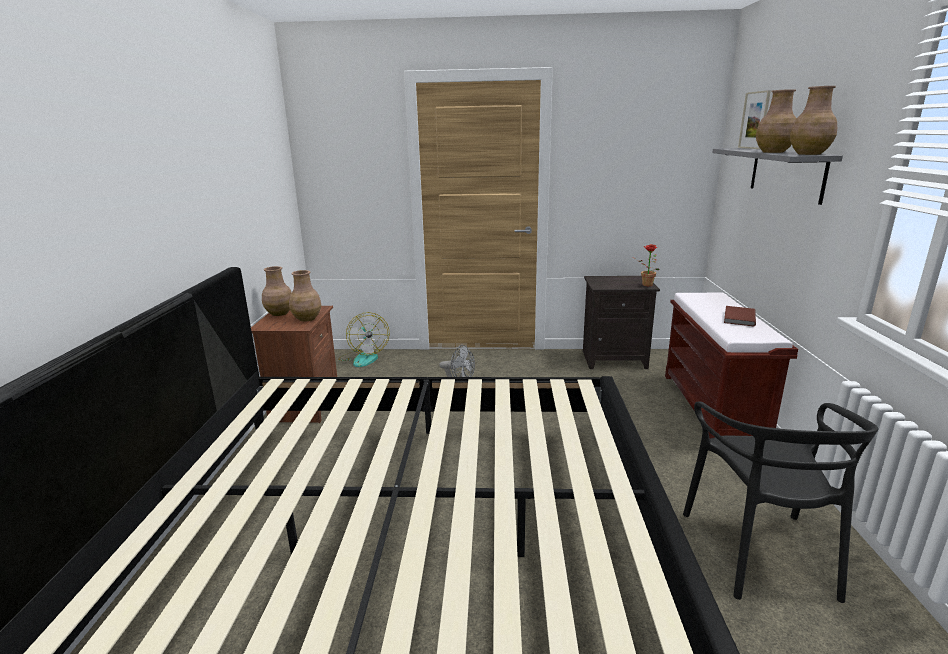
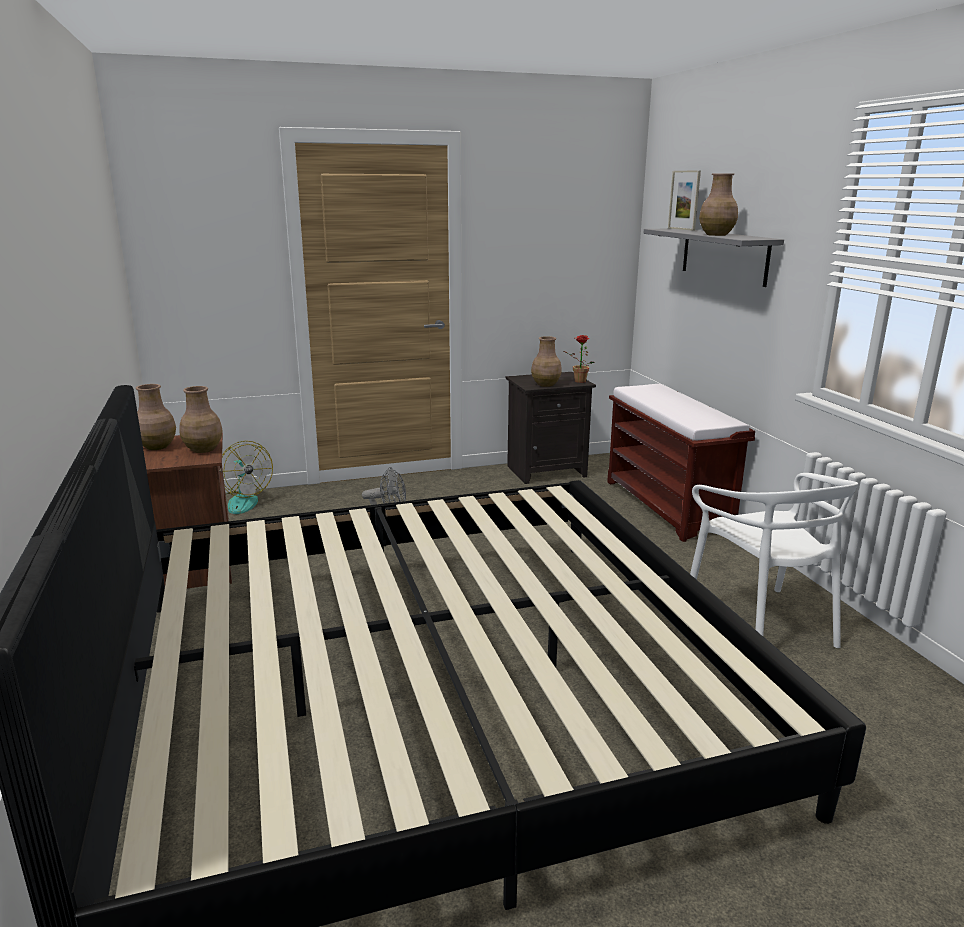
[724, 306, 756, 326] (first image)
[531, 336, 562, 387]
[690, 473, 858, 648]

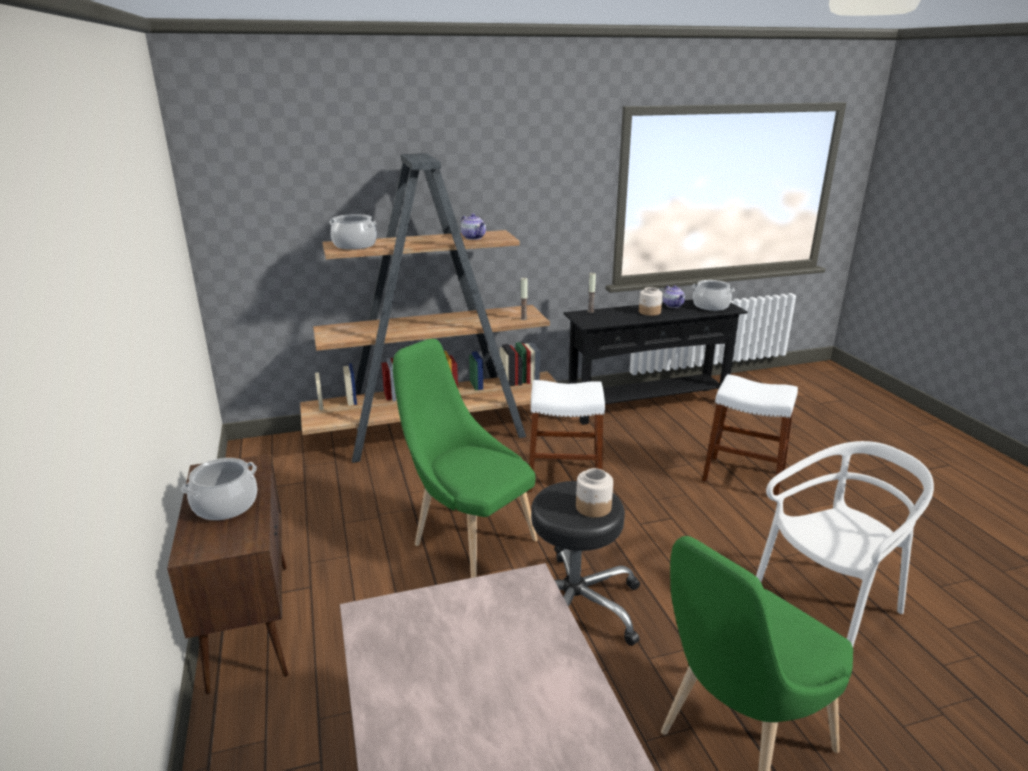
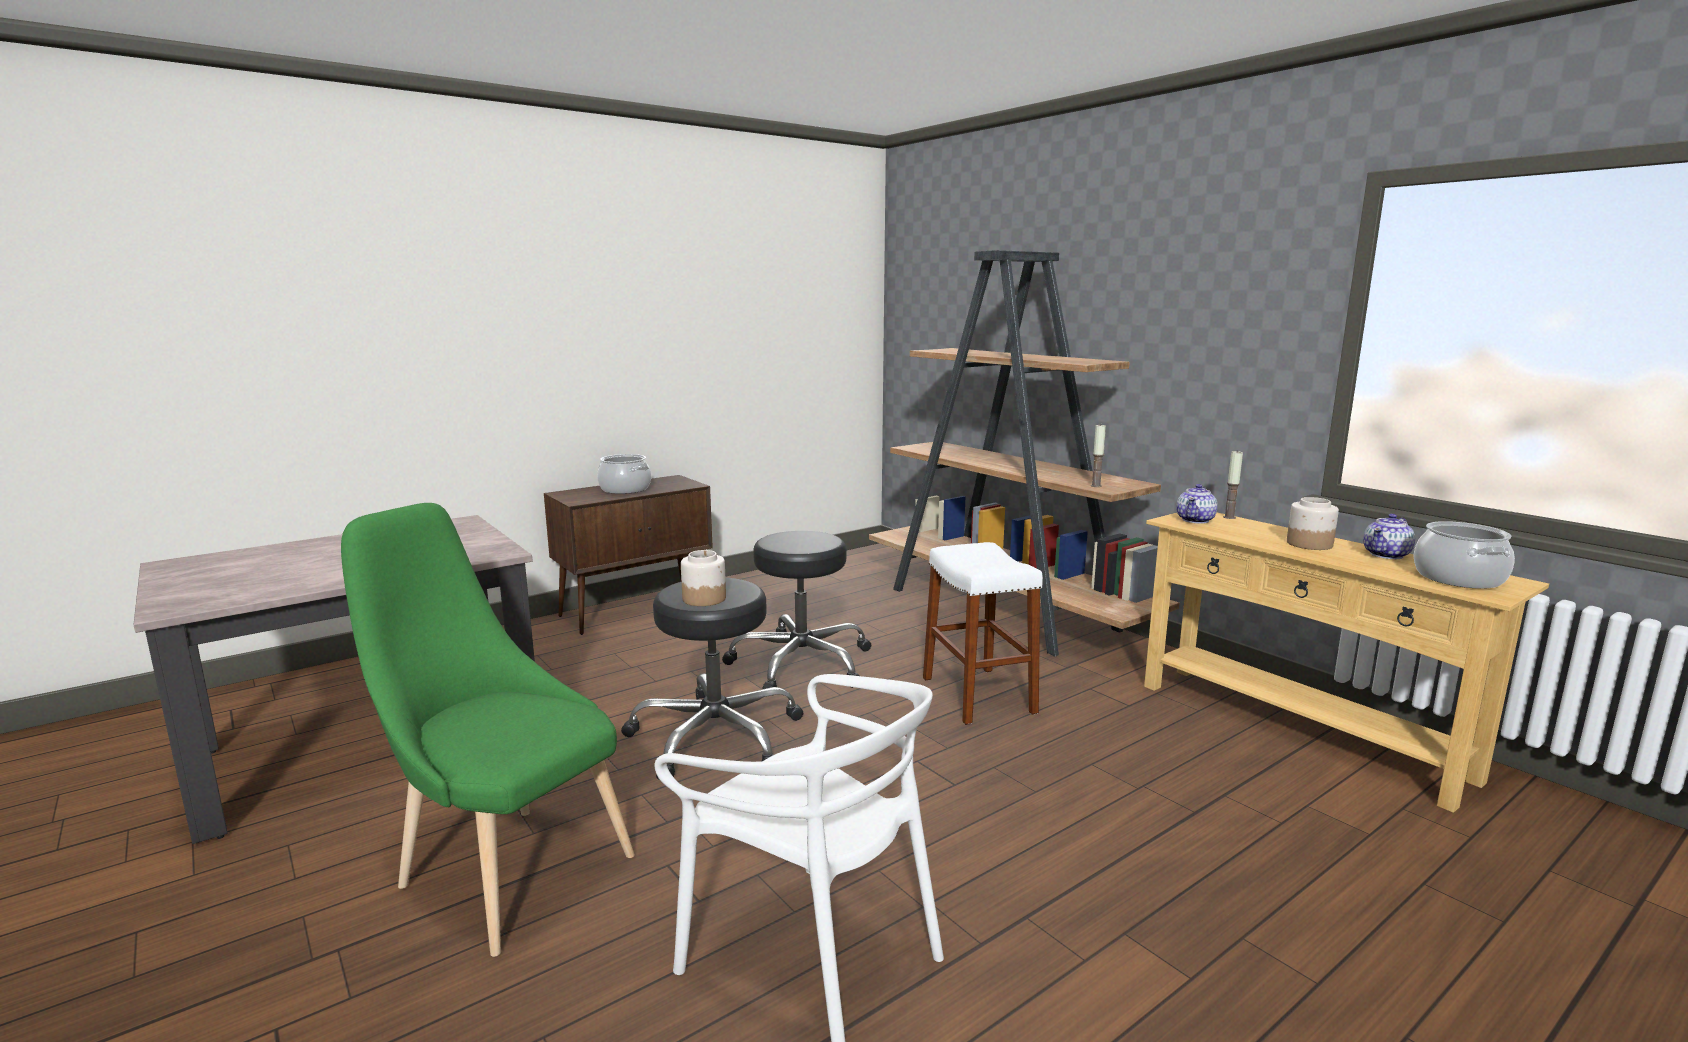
[329, 214, 377, 250] (first image)
[702, 374, 798, 495] (first image)
[1176, 484, 1218, 524]
[722, 531, 872, 696]
[1144, 512, 1549, 813]

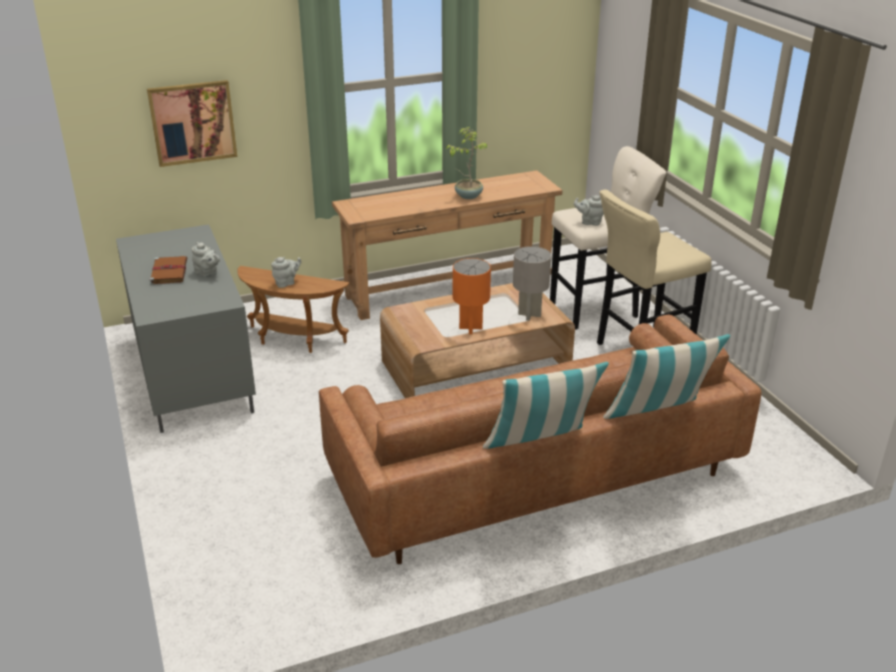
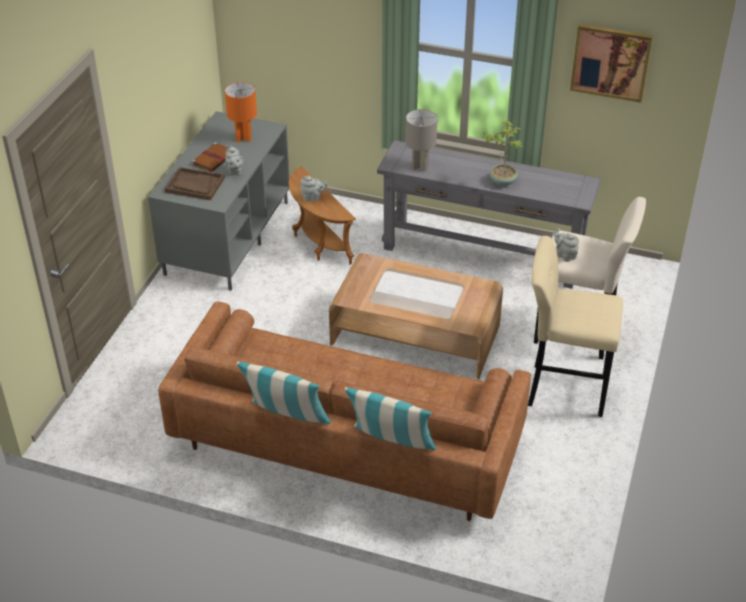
[165, 167, 225, 200]
[570, 24, 653, 103]
[225, 82, 257, 142]
[405, 109, 438, 171]
[377, 140, 601, 289]

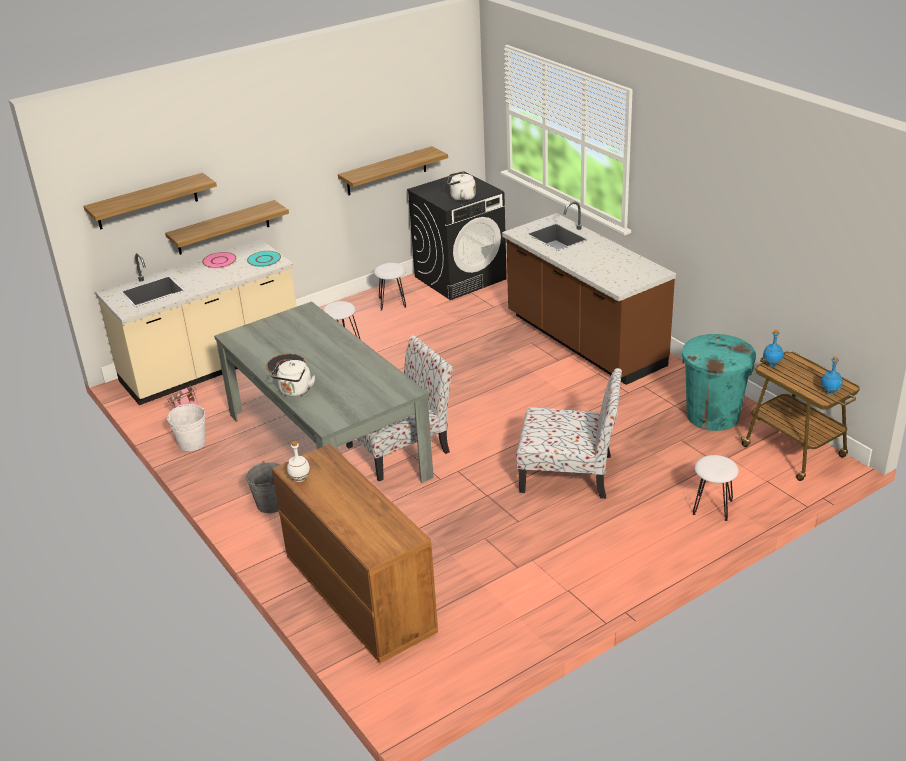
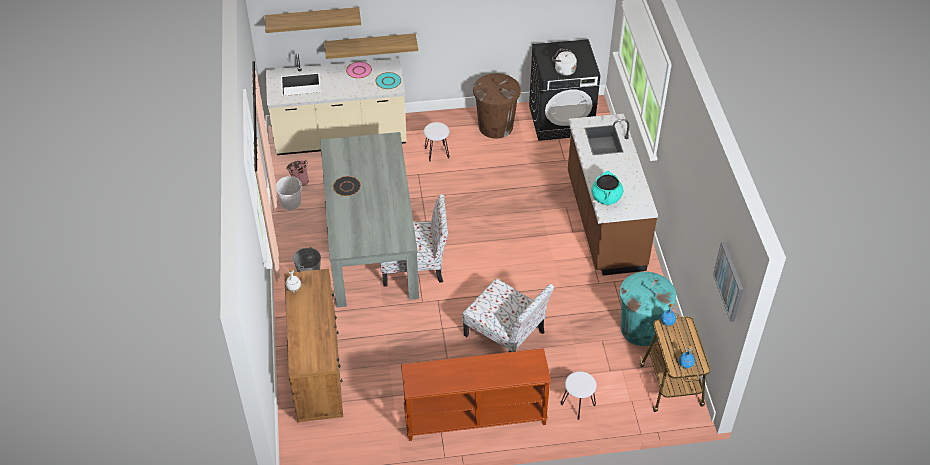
[271, 360, 315, 397] (first image)
[338, 146, 448, 195] (first image)
[401, 348, 551, 441]
[591, 171, 623, 205]
[713, 242, 743, 322]
[473, 74, 521, 139]

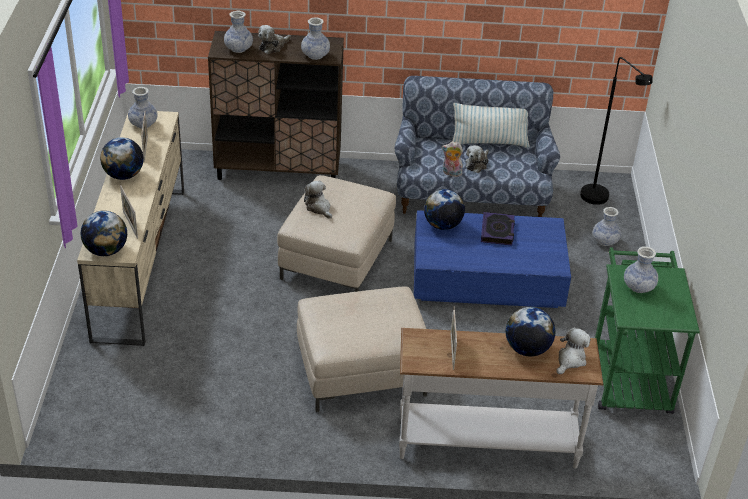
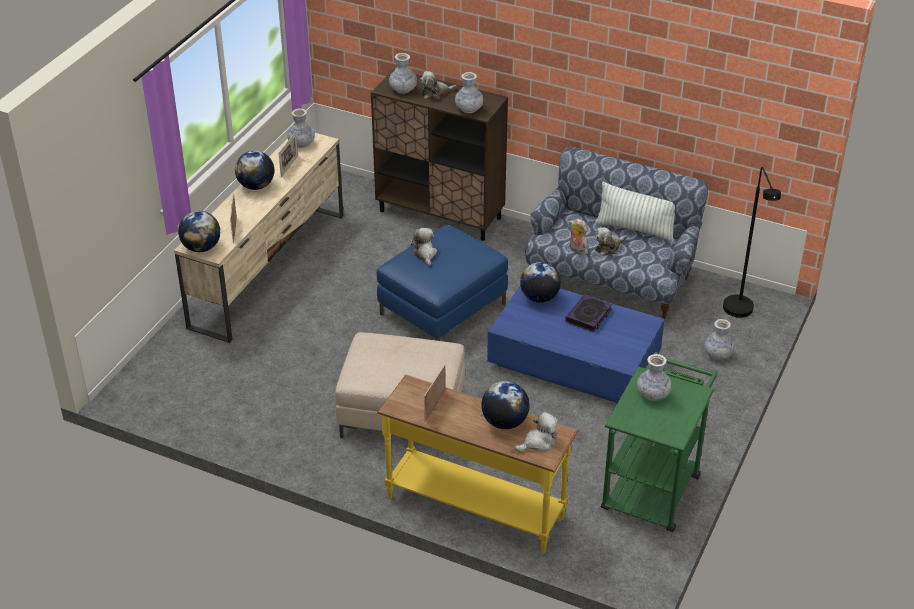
[377, 225, 508, 341]
[377, 375, 579, 553]

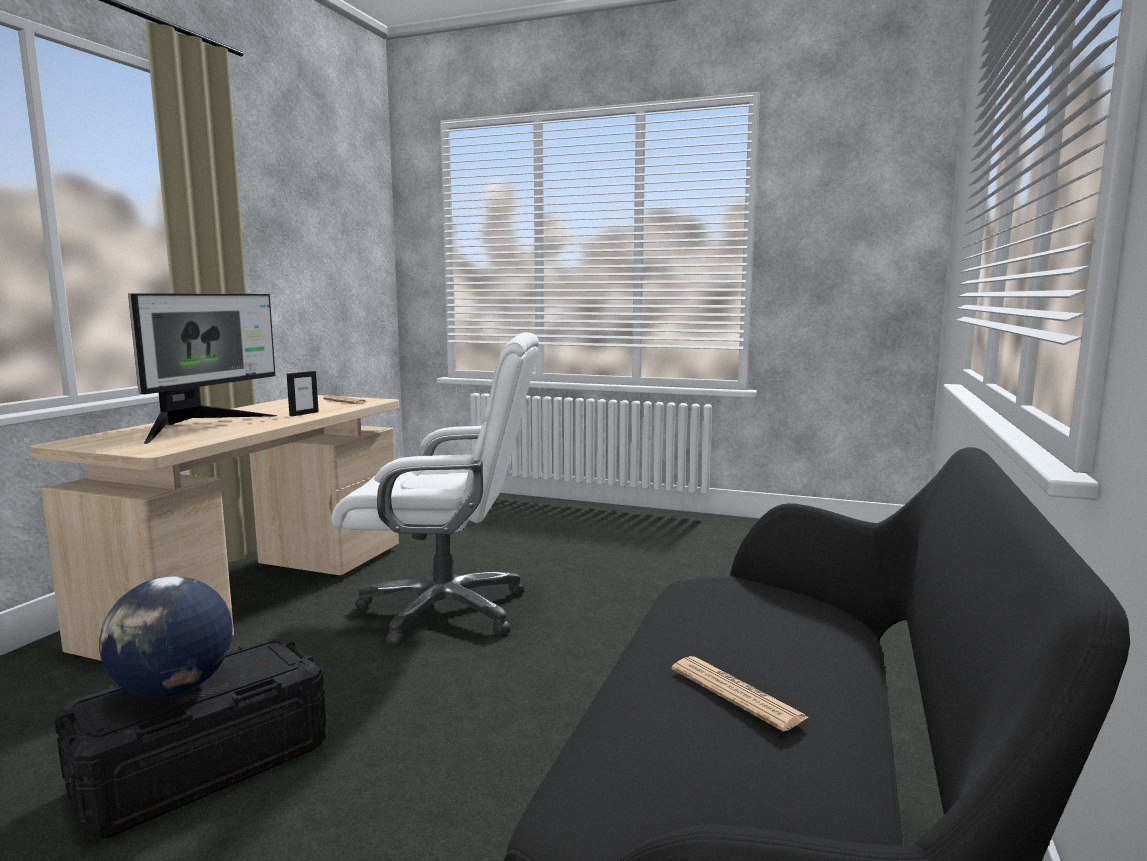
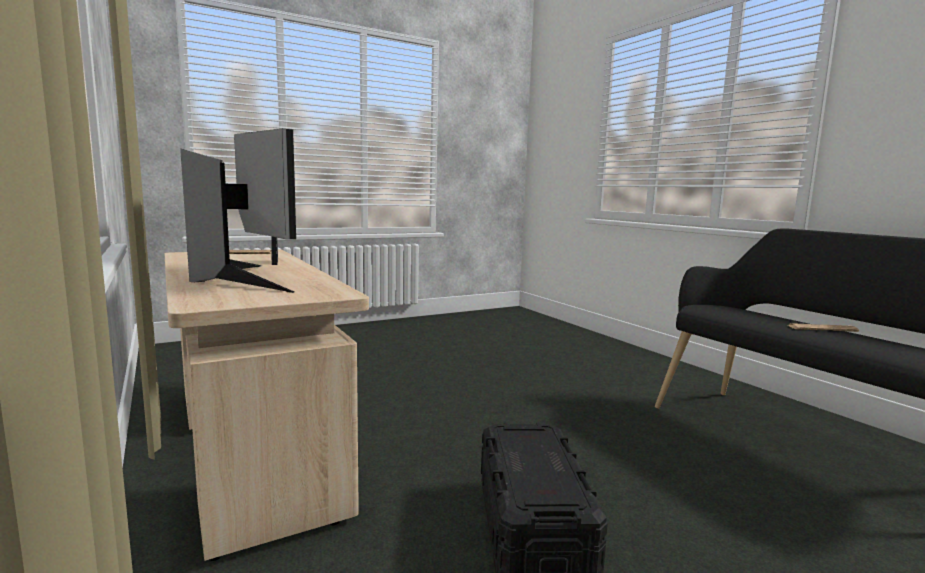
[99, 576, 232, 698] (first image)
[331, 332, 539, 646] (first image)

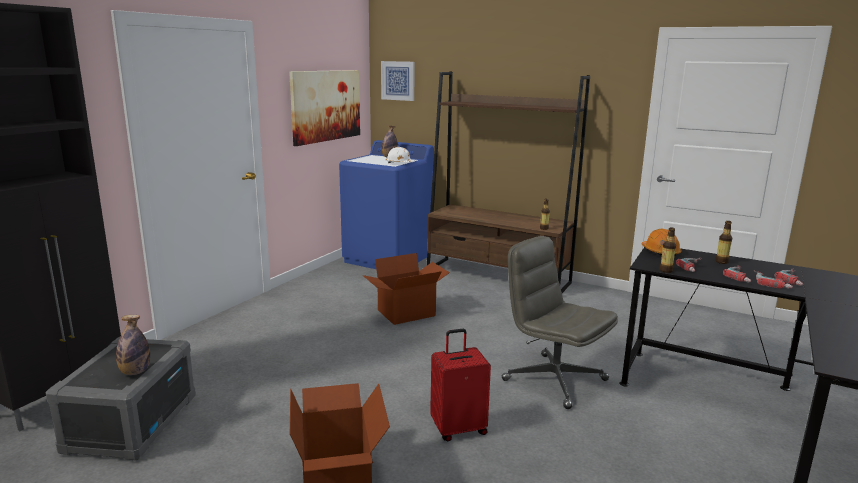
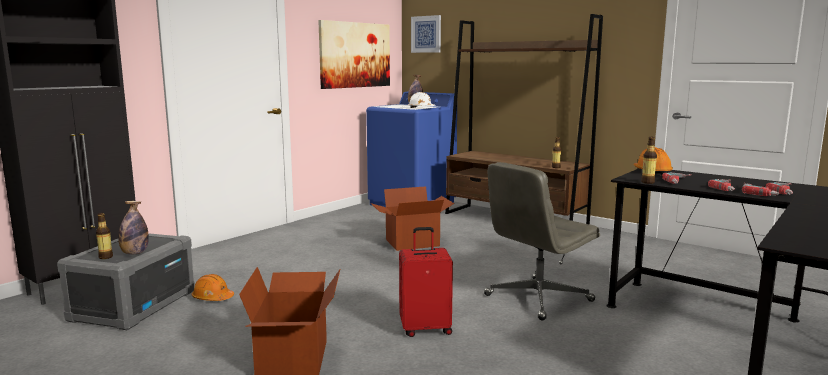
[192, 274, 234, 301]
[96, 213, 113, 259]
[484, 162, 600, 320]

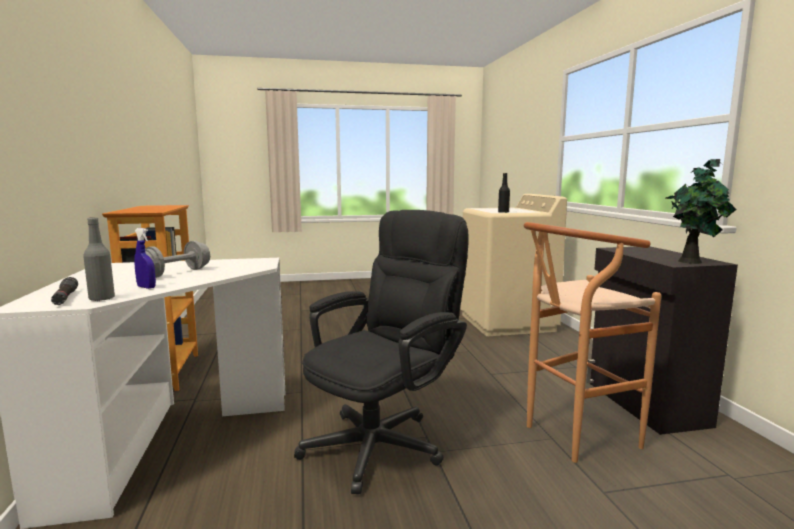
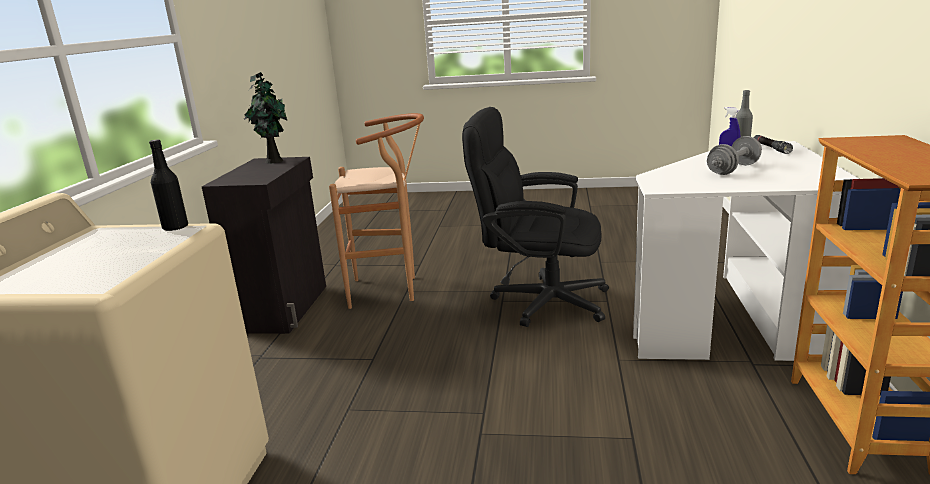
[462, 107, 609, 327]

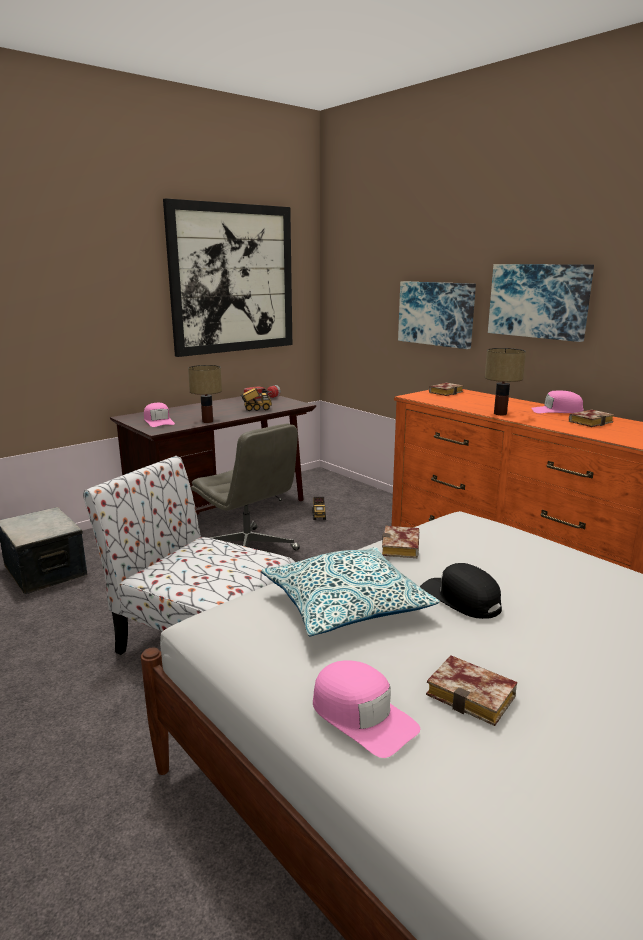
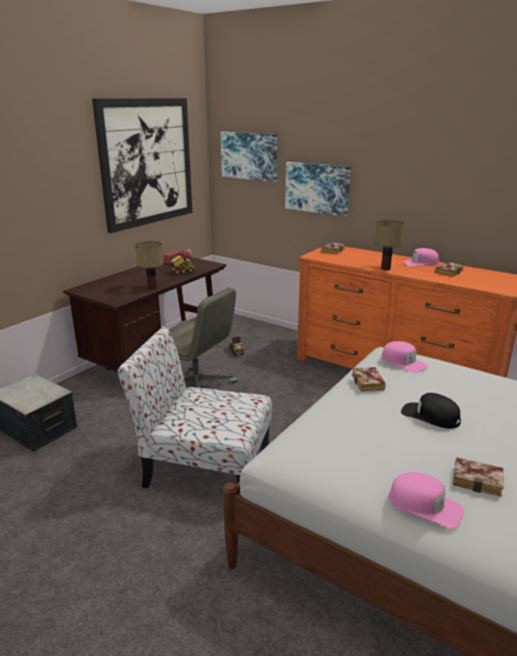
[261, 547, 440, 636] (first image)
[381, 341, 428, 373]
[221, 132, 277, 182]

